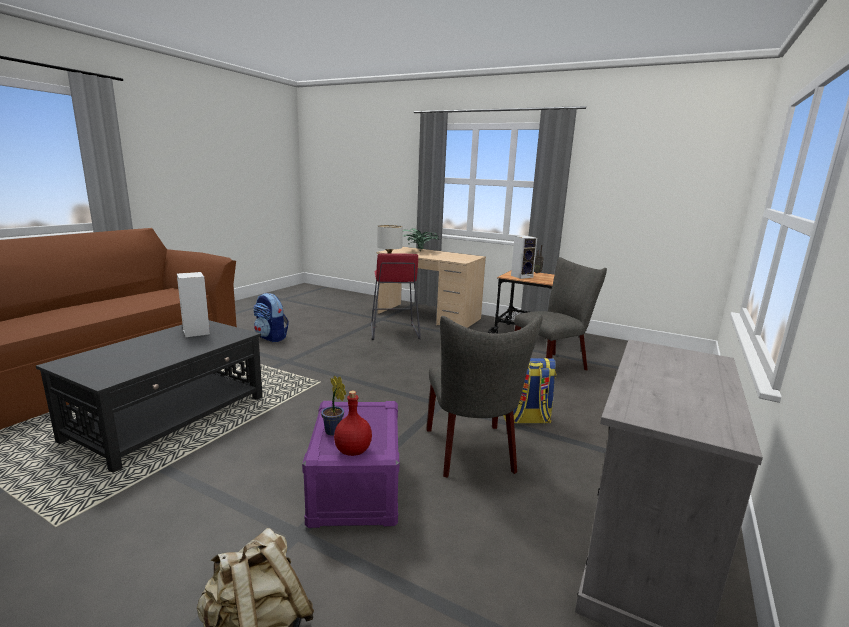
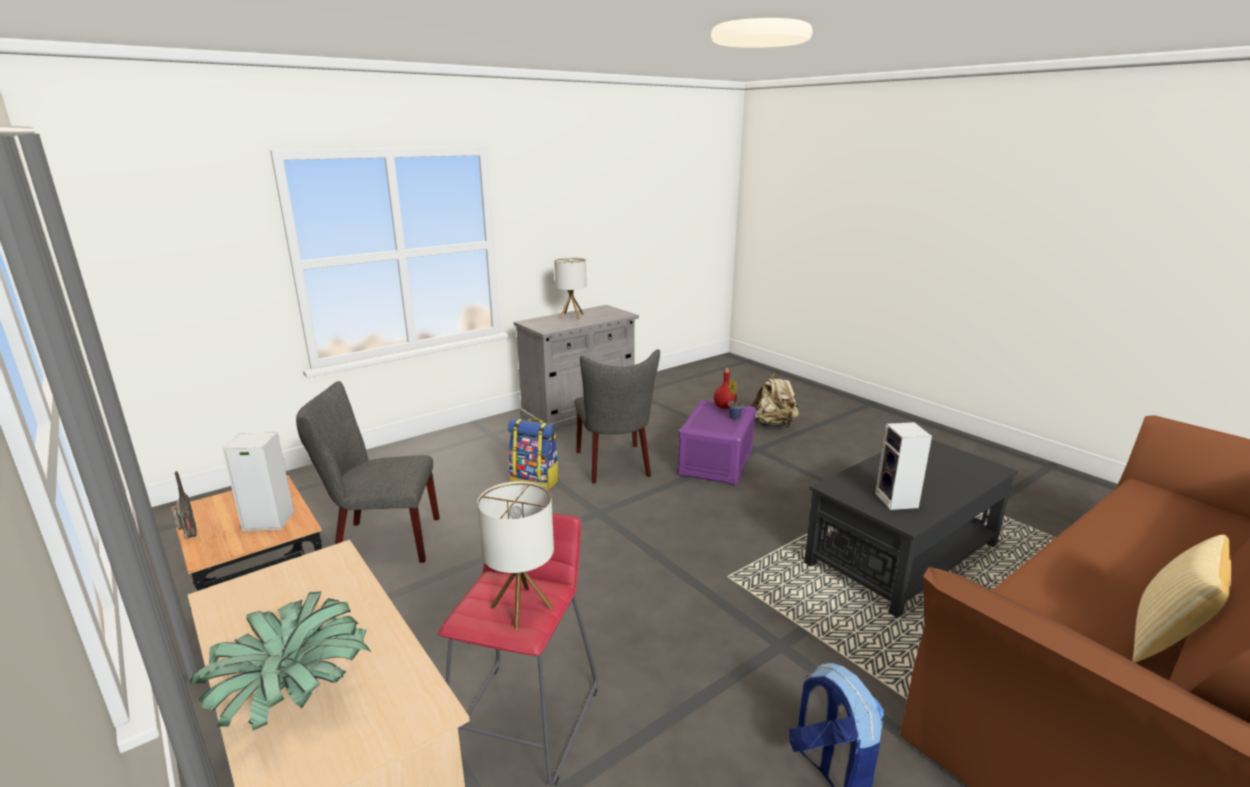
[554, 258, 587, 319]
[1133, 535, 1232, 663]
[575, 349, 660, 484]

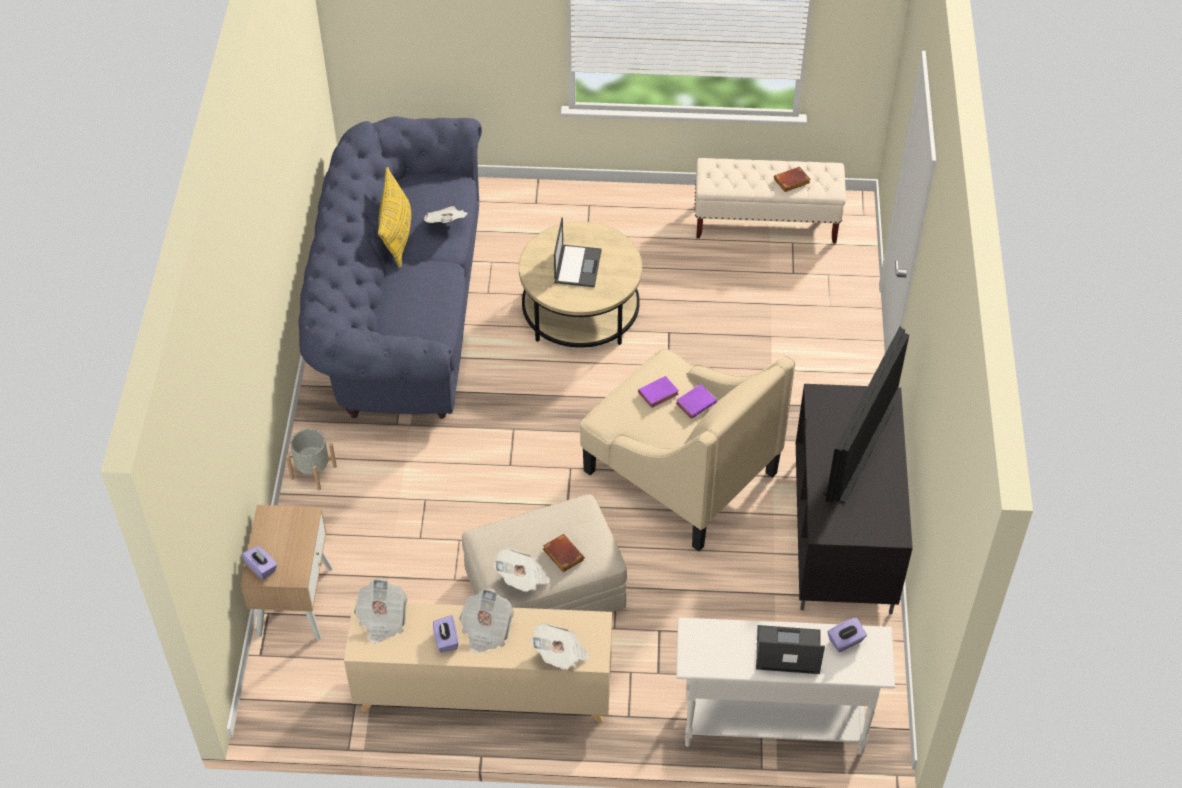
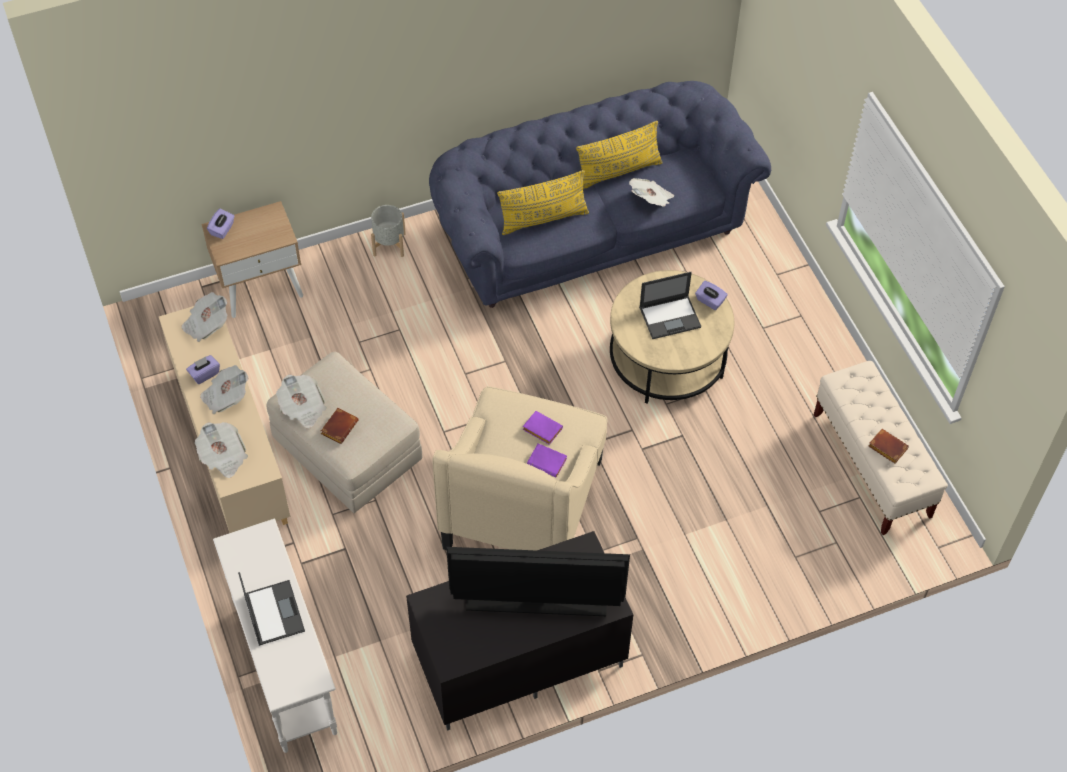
[497, 170, 589, 235]
[695, 281, 728, 310]

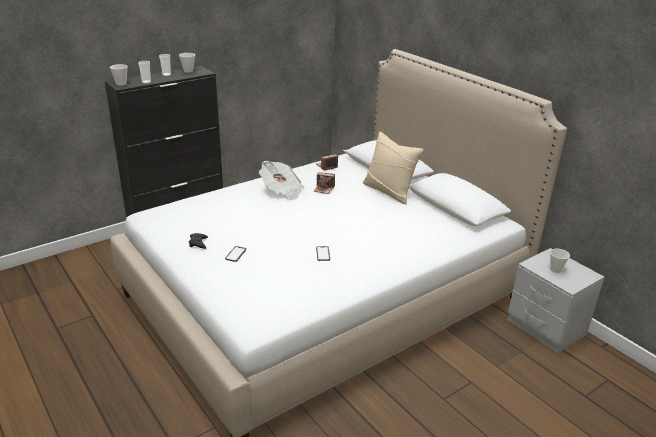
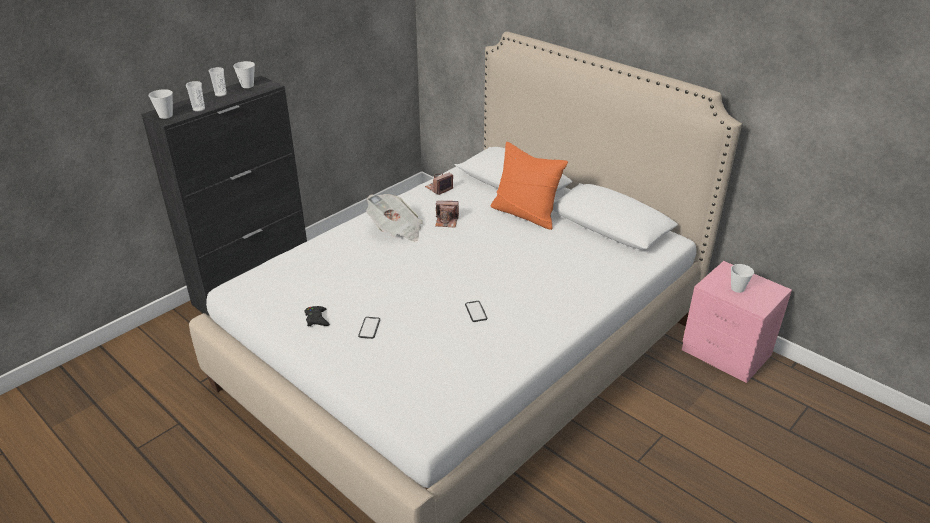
[491, 142, 568, 230]
[682, 261, 792, 383]

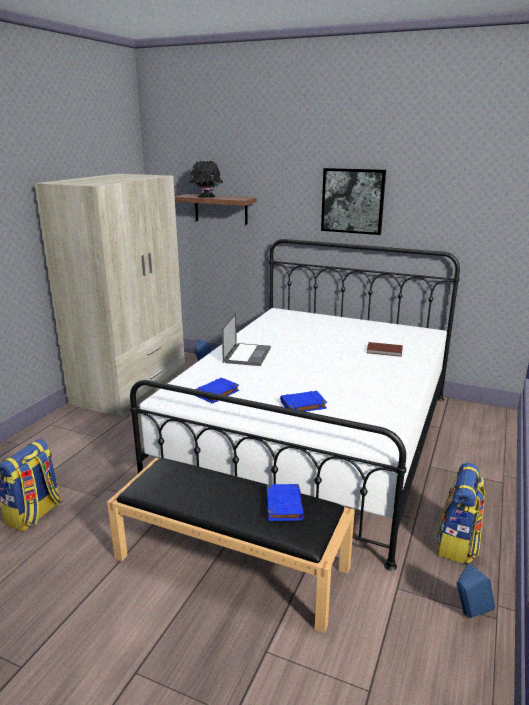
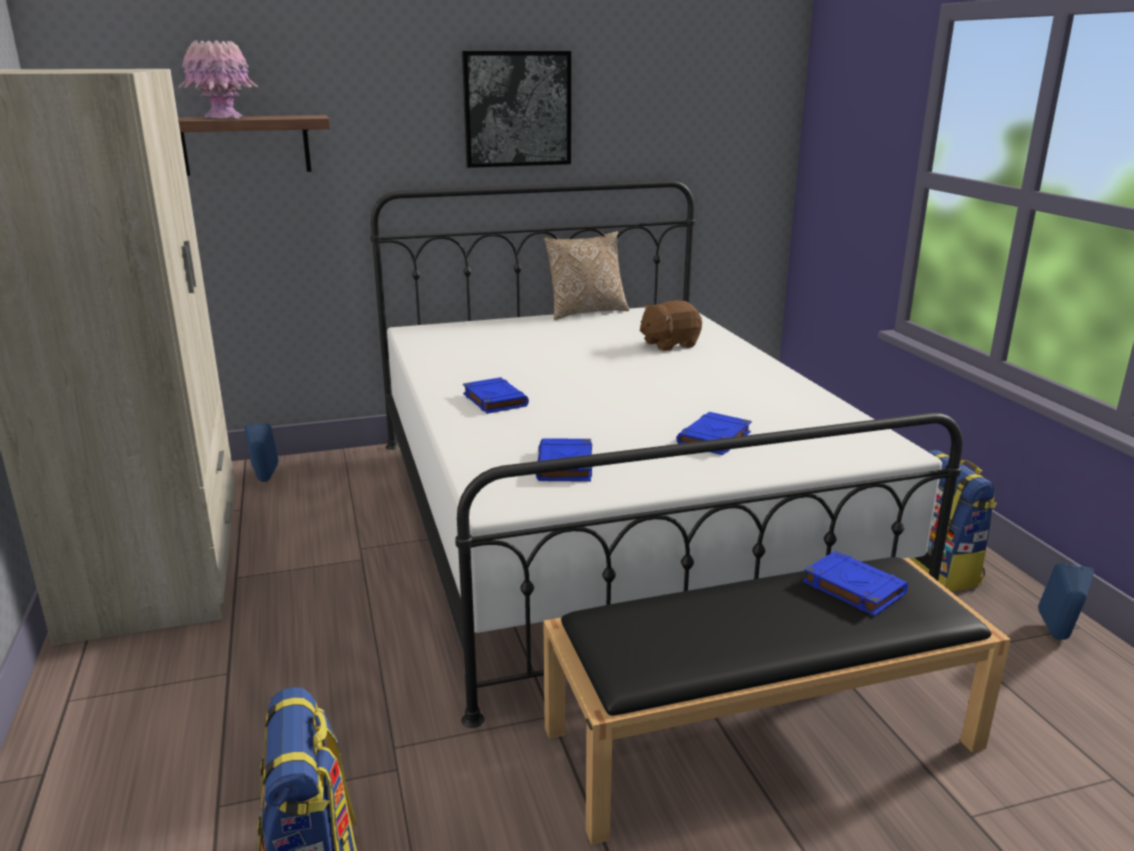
[544, 231, 629, 320]
[463, 377, 529, 414]
[640, 301, 702, 351]
[178, 40, 258, 119]

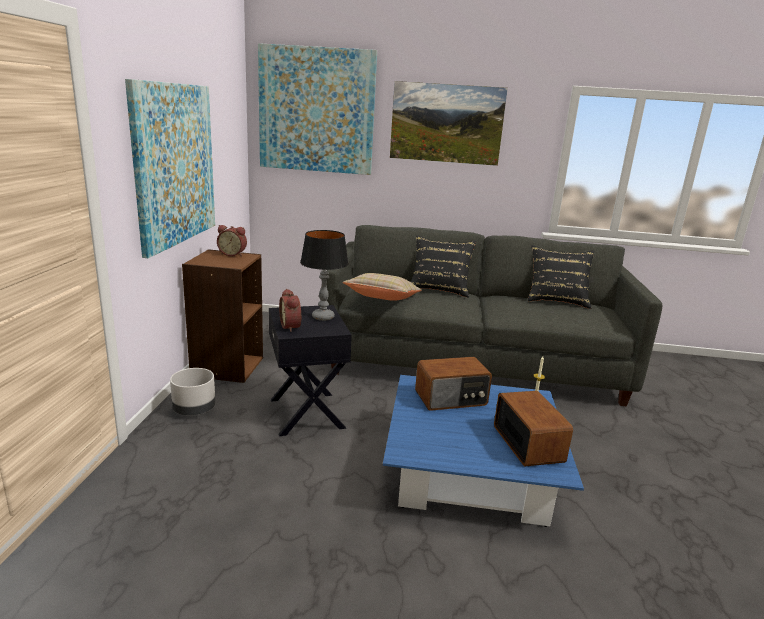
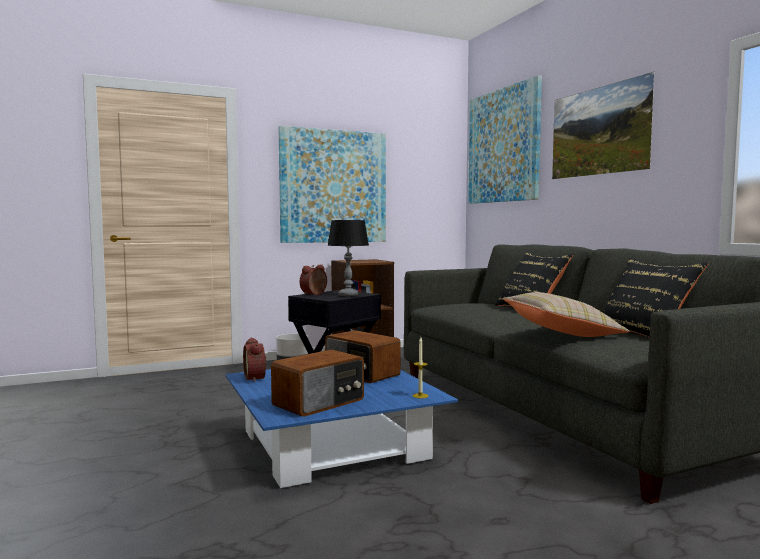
[243, 338, 266, 383]
[503, 292, 630, 337]

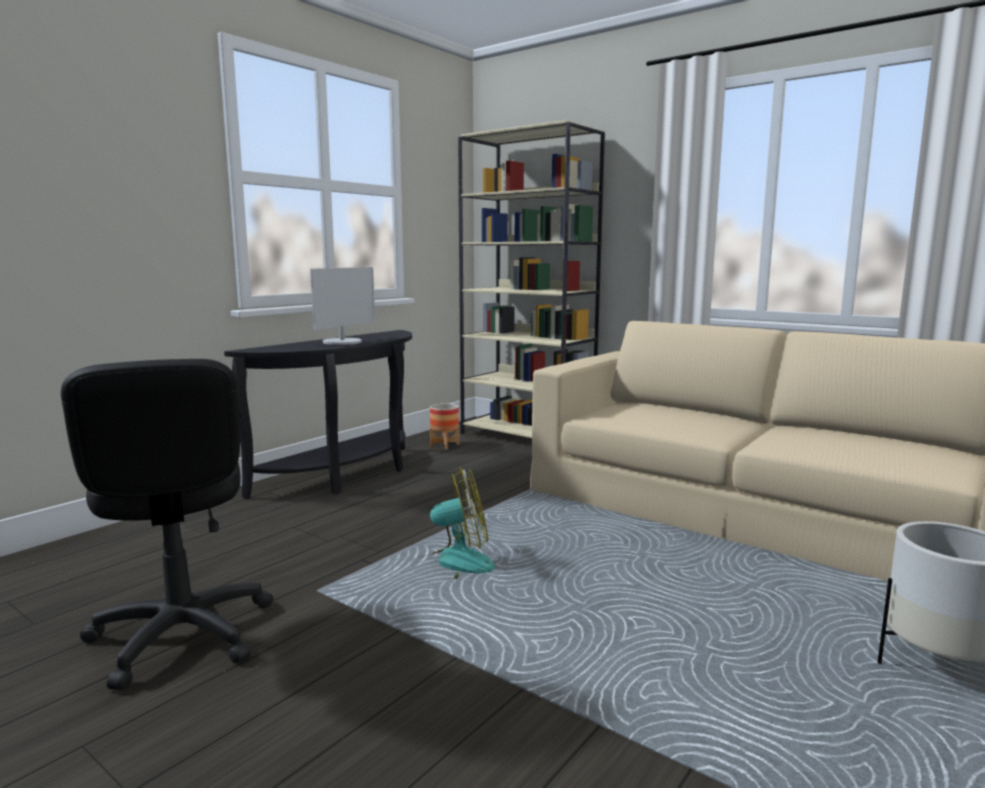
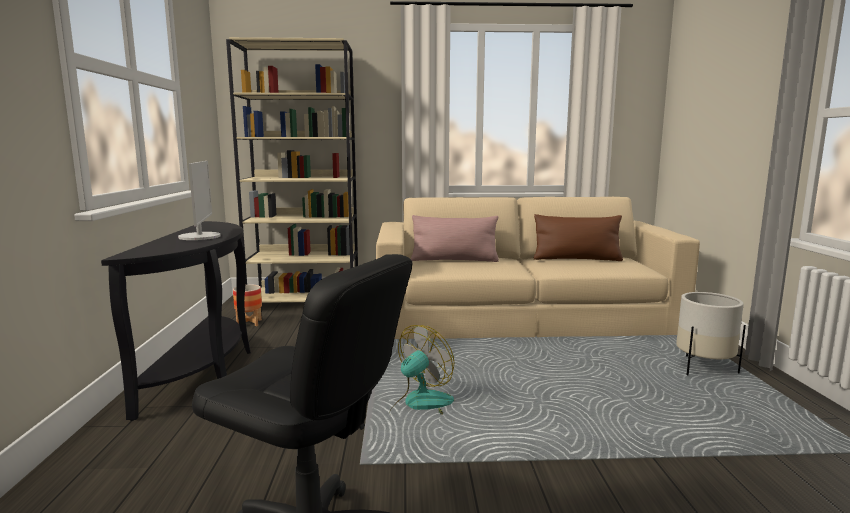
[411, 215, 499, 262]
[534, 214, 623, 261]

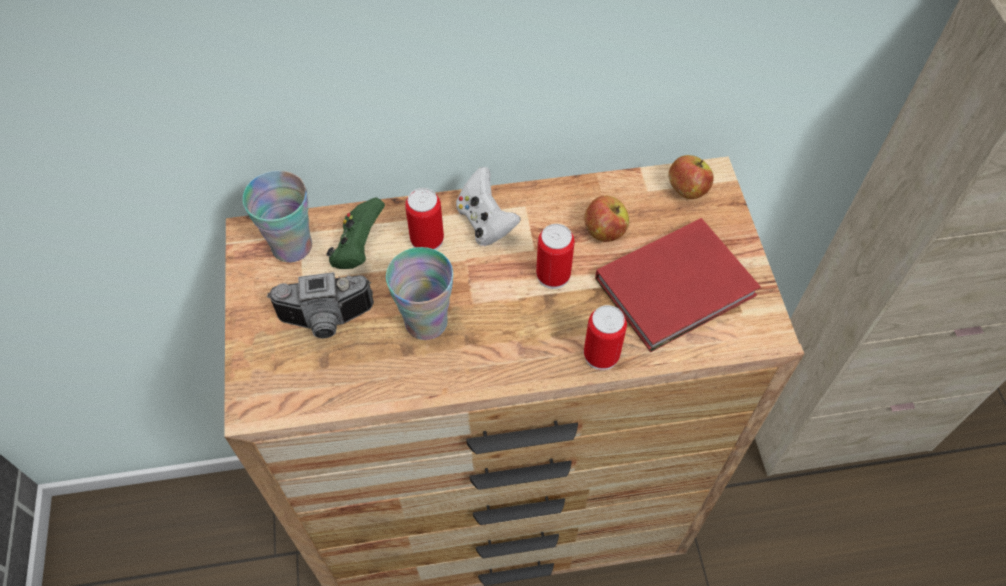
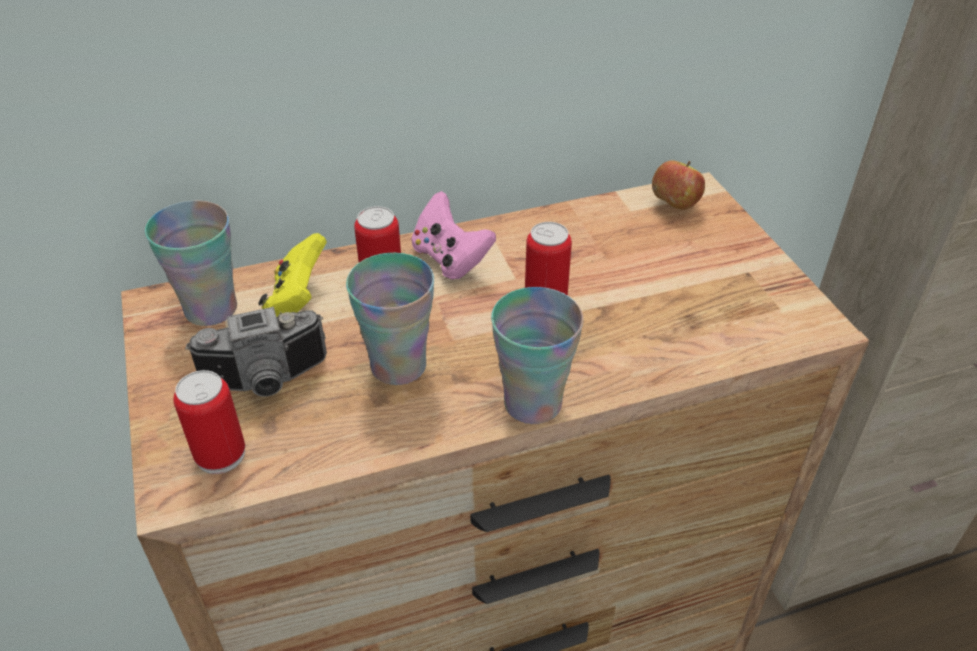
[584, 196, 629, 242] (first image)
[595, 218, 761, 352] (first image)
[491, 287, 584, 424]
[173, 370, 245, 474]
[258, 233, 327, 317]
[412, 191, 496, 279]

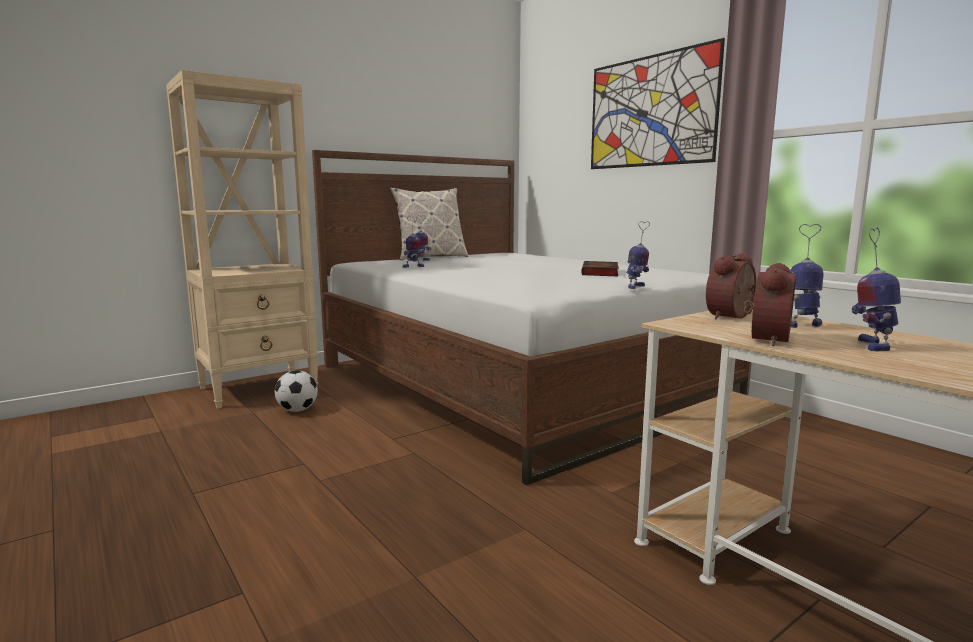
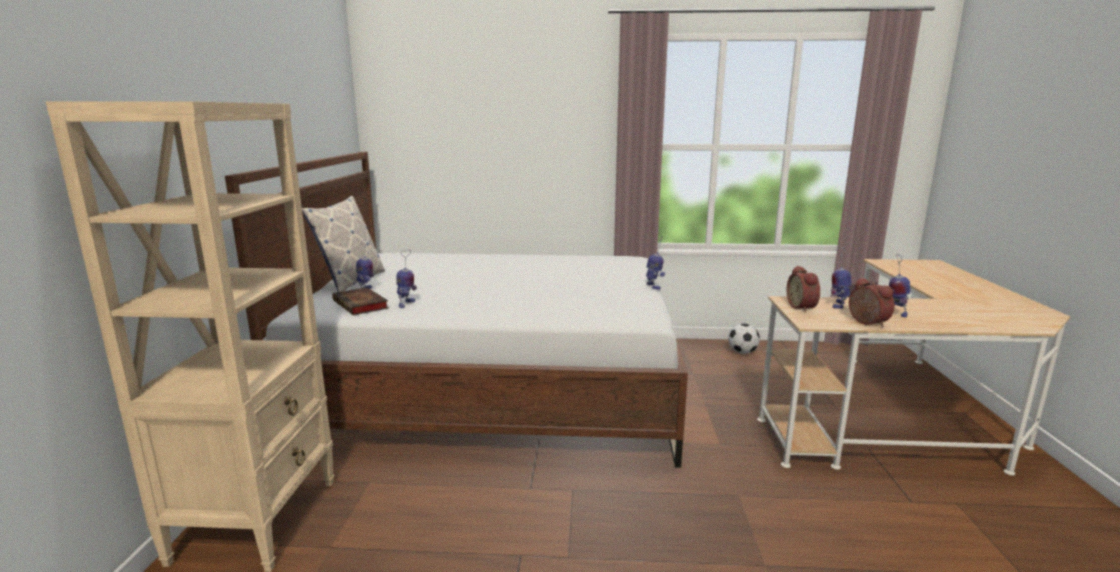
[591, 38, 725, 169] (first image)
[728, 323, 760, 354]
[332, 287, 389, 315]

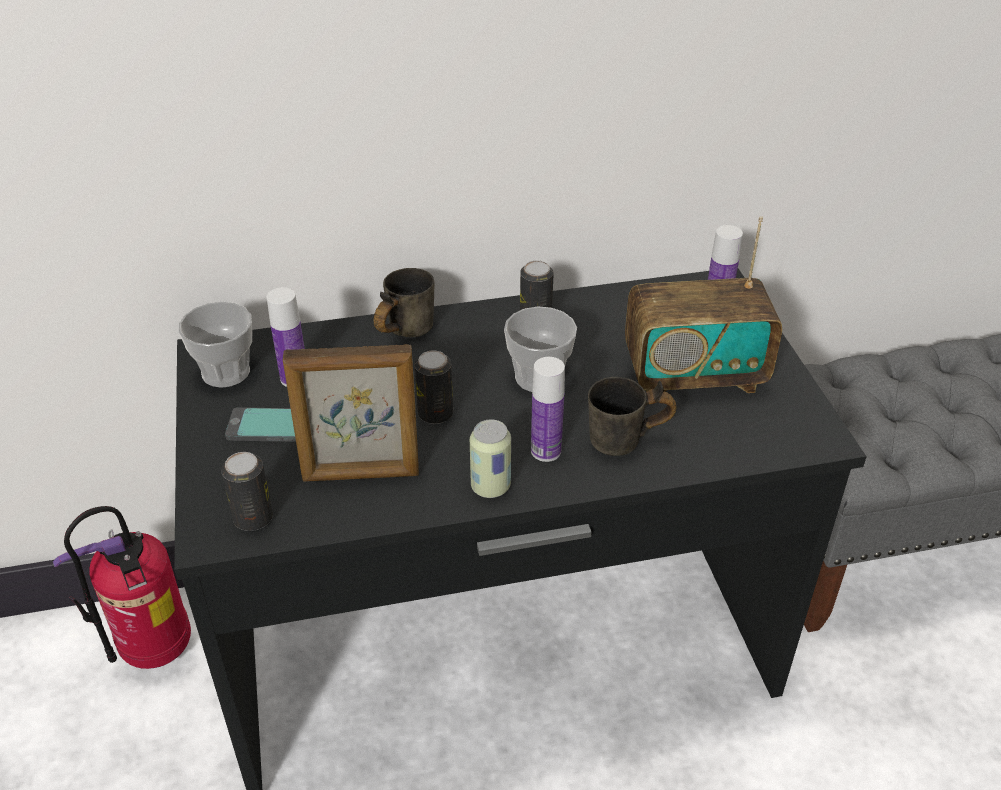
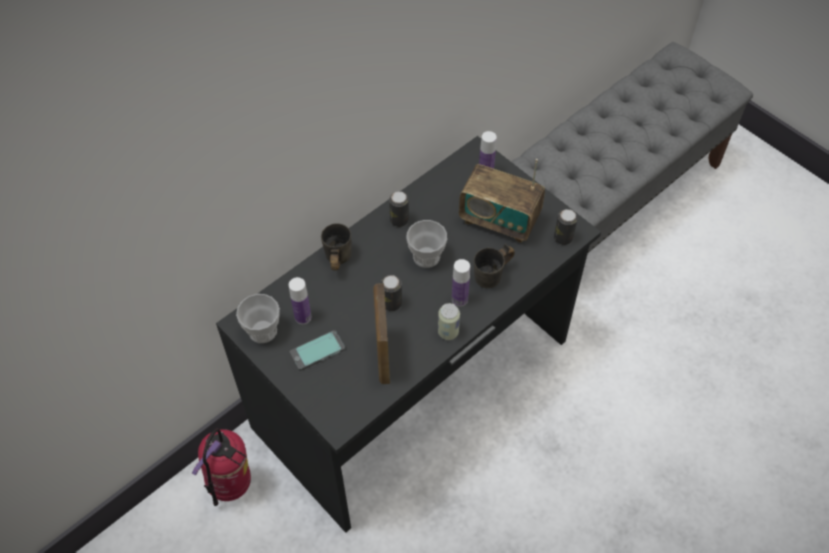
[554, 209, 578, 245]
[373, 283, 390, 384]
[459, 159, 545, 243]

